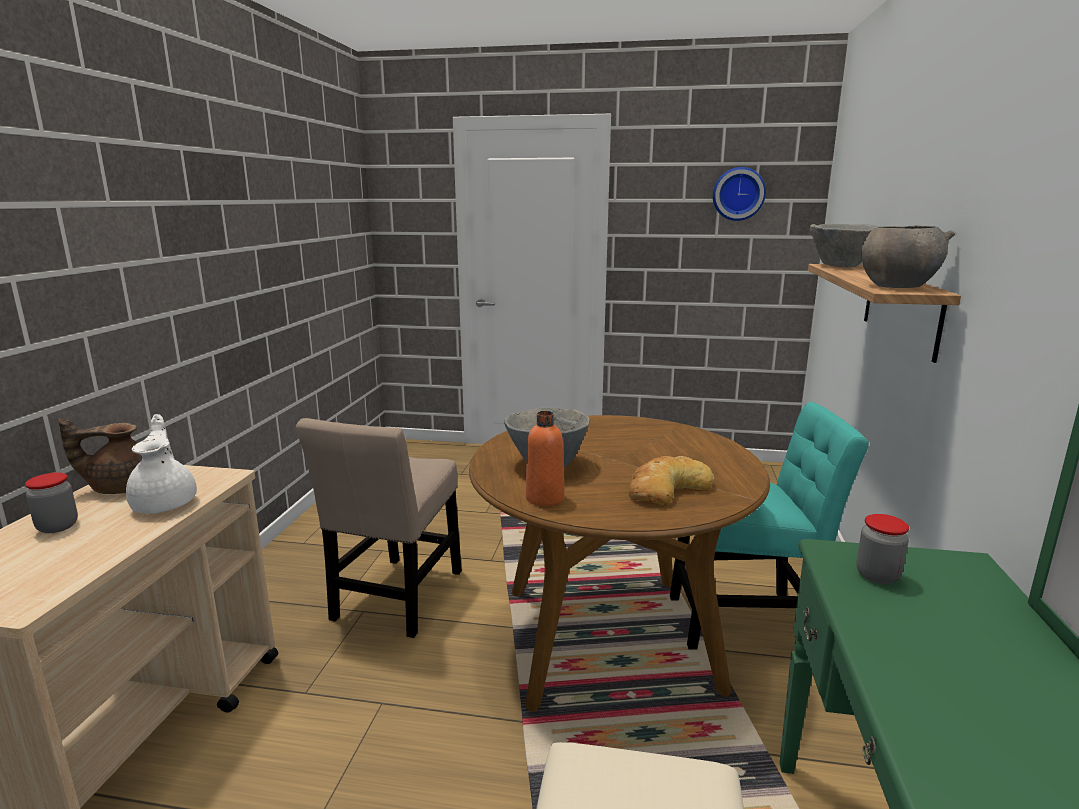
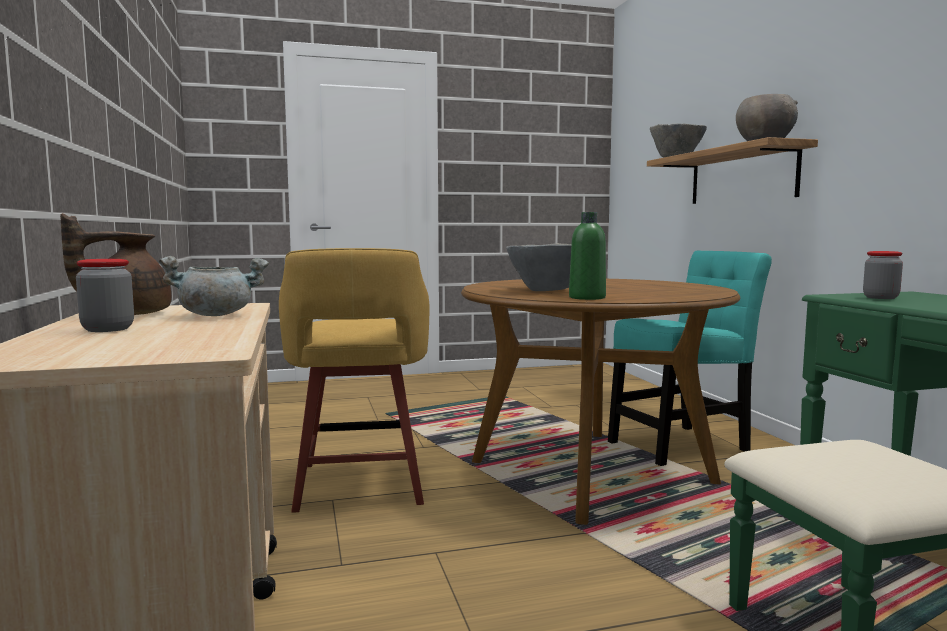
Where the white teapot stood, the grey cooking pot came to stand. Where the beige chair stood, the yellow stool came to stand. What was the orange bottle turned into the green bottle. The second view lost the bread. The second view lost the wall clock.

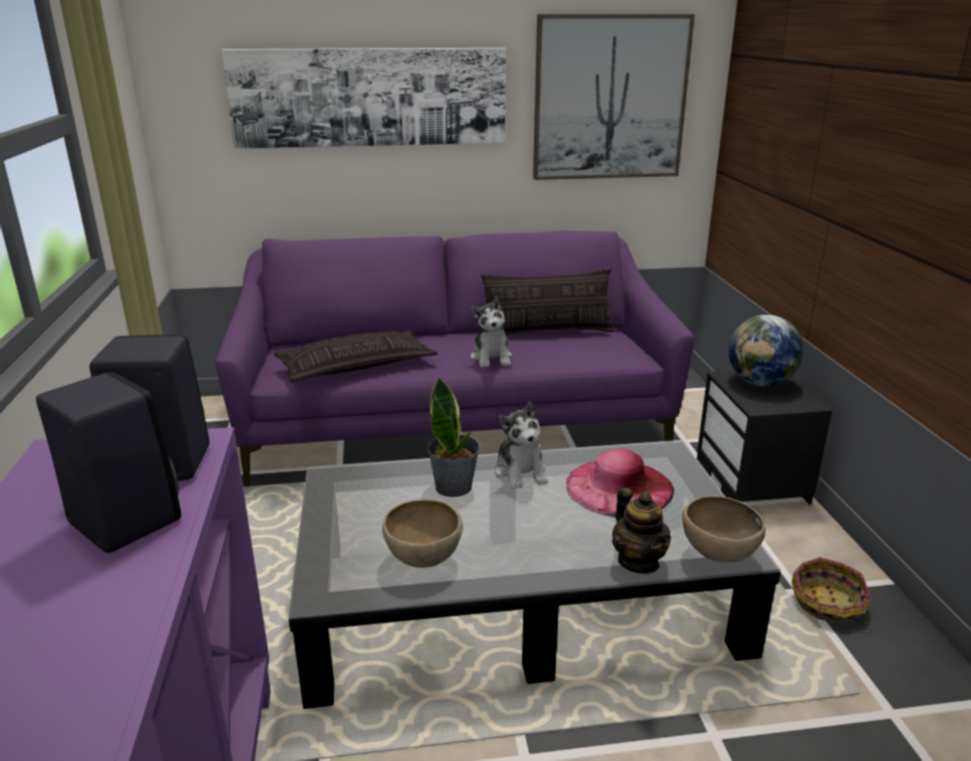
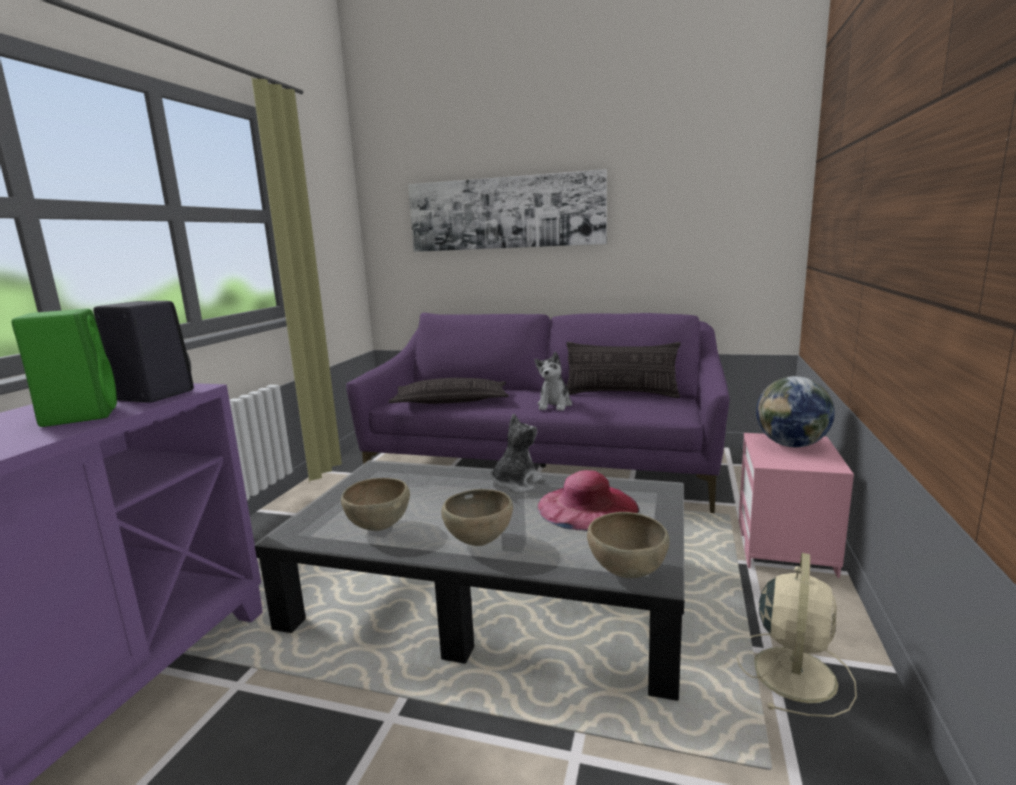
What was the black speaker (1st from left) turned into the green speaker. The second view gained the brown bowl (2nd from left). The plush toy (2nd from left in the first image) ended up facing another way, 150 degrees counterclockwise from before. Where the basket stood, the beige fan came to stand. What was the black nightstand turned into the pink nightstand. The second view lost the potted plant. The second view lost the picture (2nd from left). The second view lost the teapot.

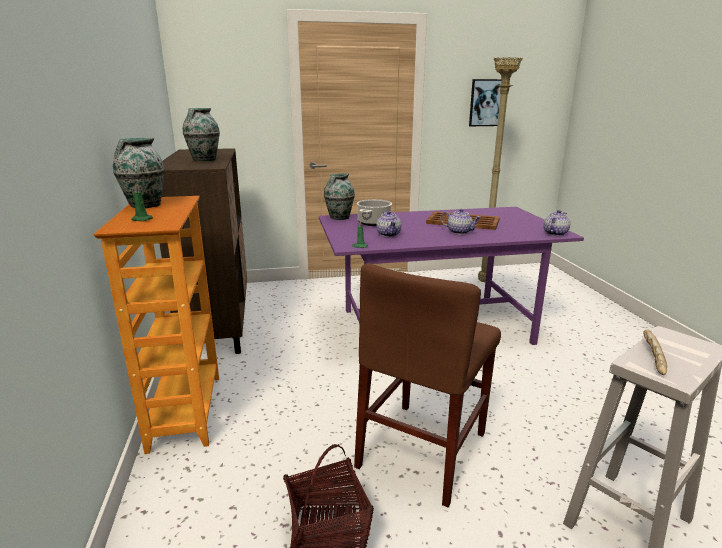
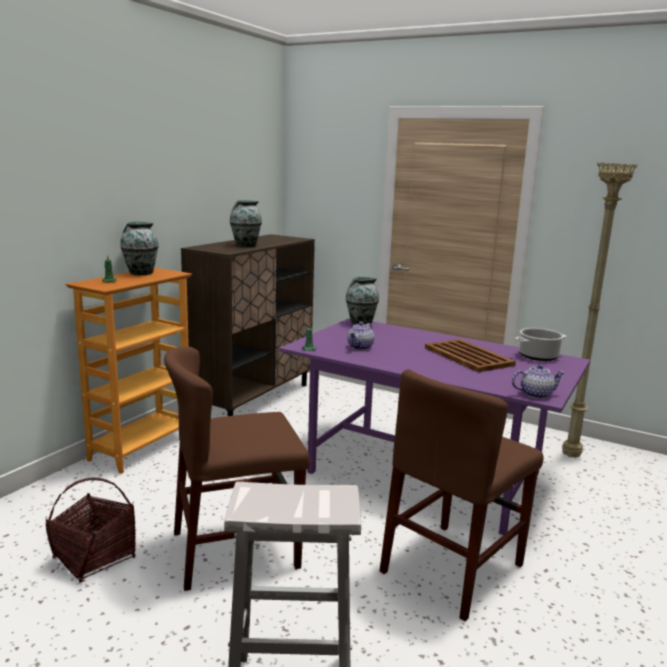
The second view gained the brown chair (2nd from left). The cooking pot ended up elsewhere. The second view lost the teapot (2nd from left). The second view lost the picture. The second view lost the bread.

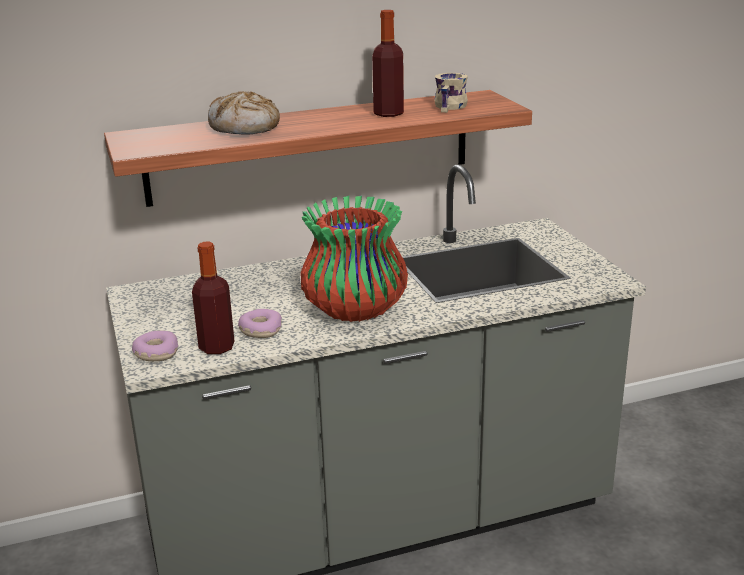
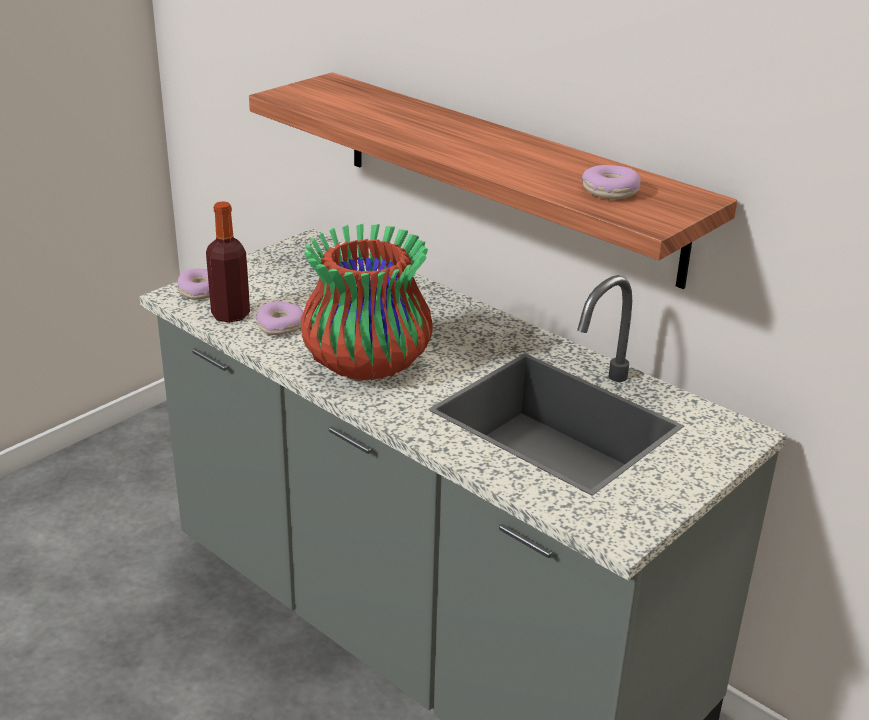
Where the beige mug stood, the donut (3rd from left) came to stand. The second view lost the bread. The second view lost the bottle (2nd from left).

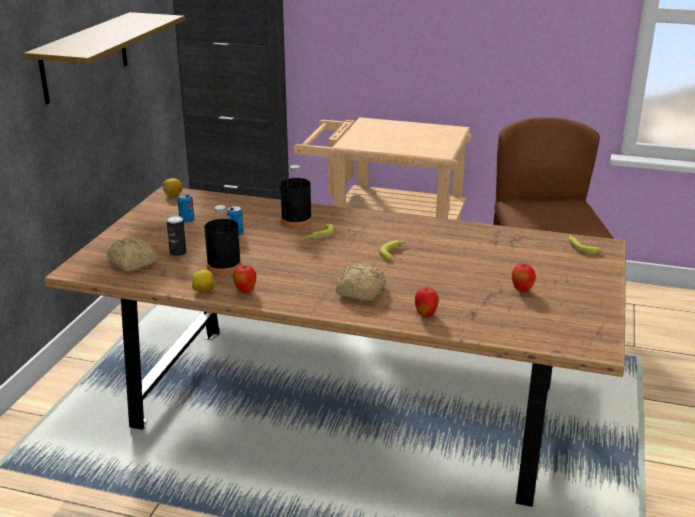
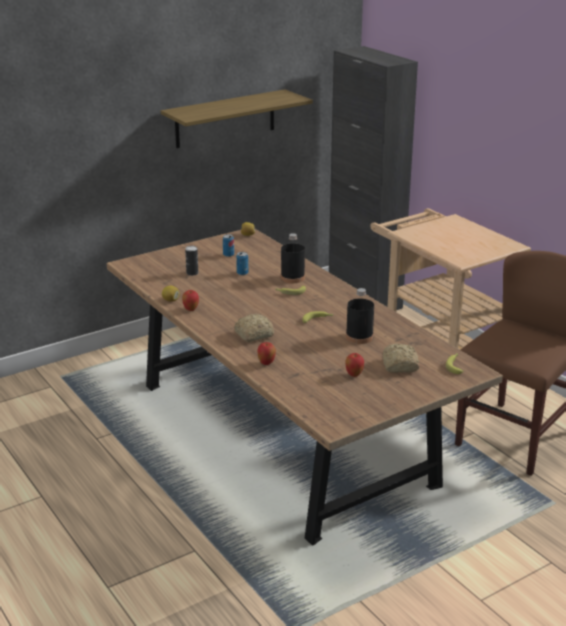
The black bottle (1st from left in the first image) ended up elsewhere. The bread (1st from left in the first image) ended up elsewhere.

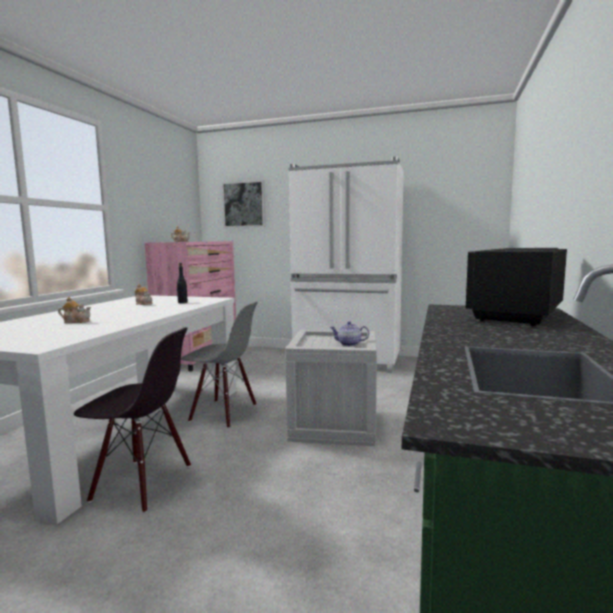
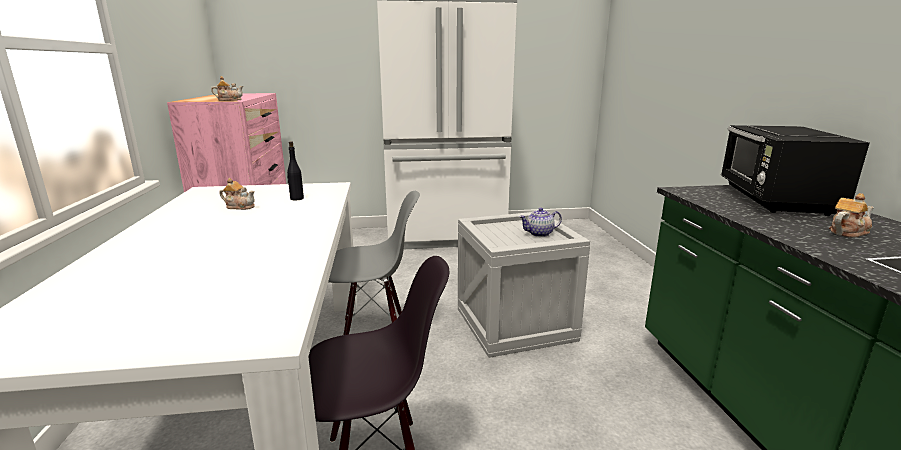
The teapot (1st from left in the first image) ended up elsewhere. The second view lost the picture.

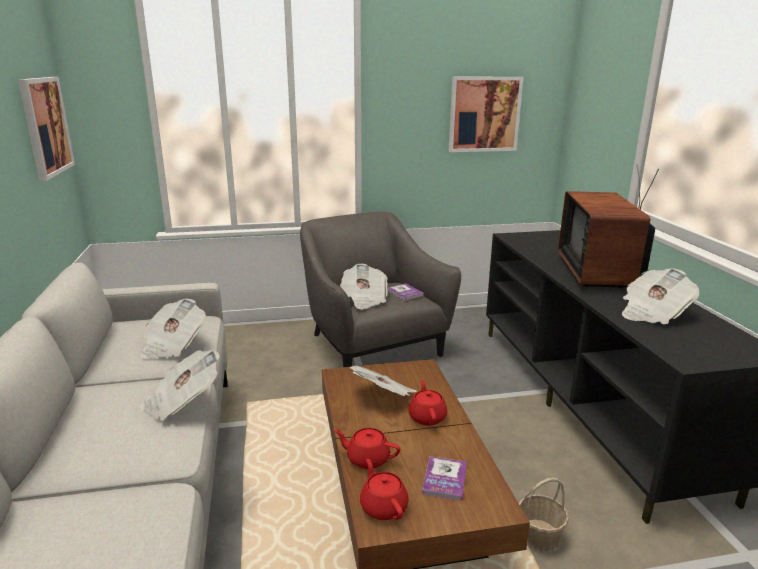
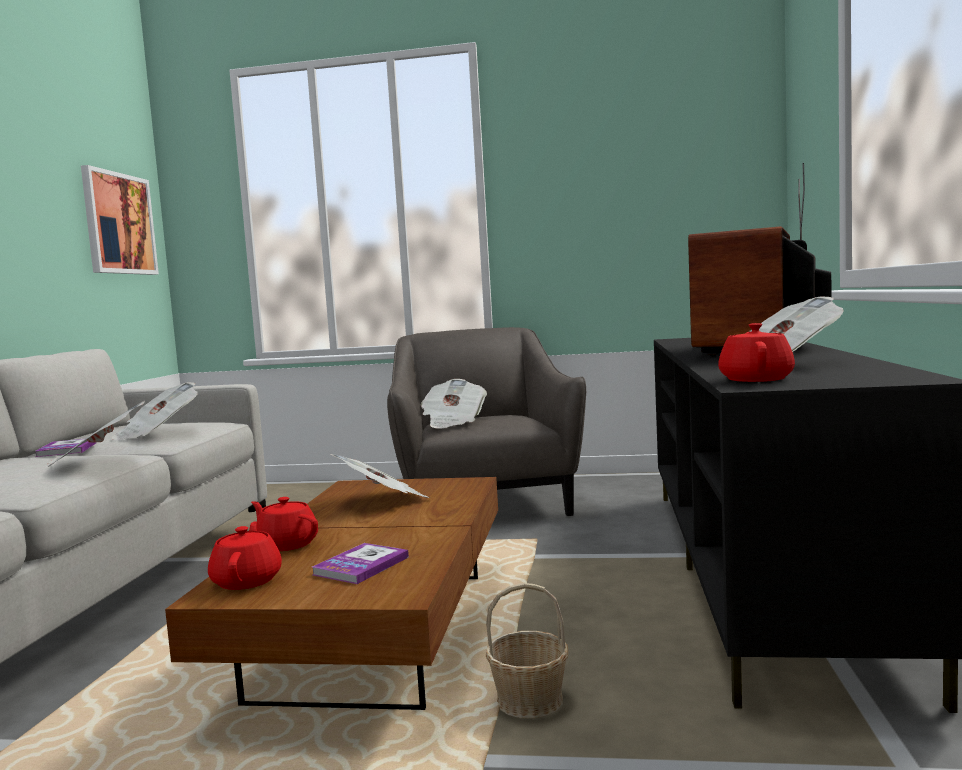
The book (1st from left) ended up elsewhere. The red teapot (3rd from left) ended up elsewhere. The second view lost the picture (2nd from left).

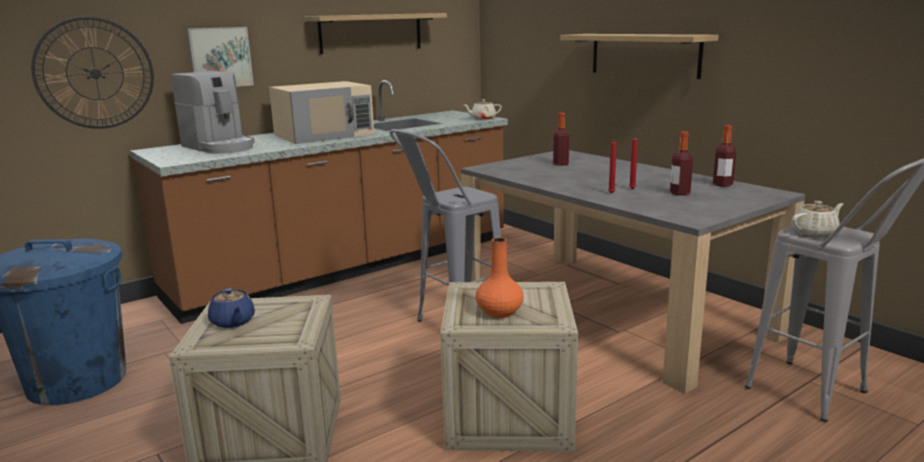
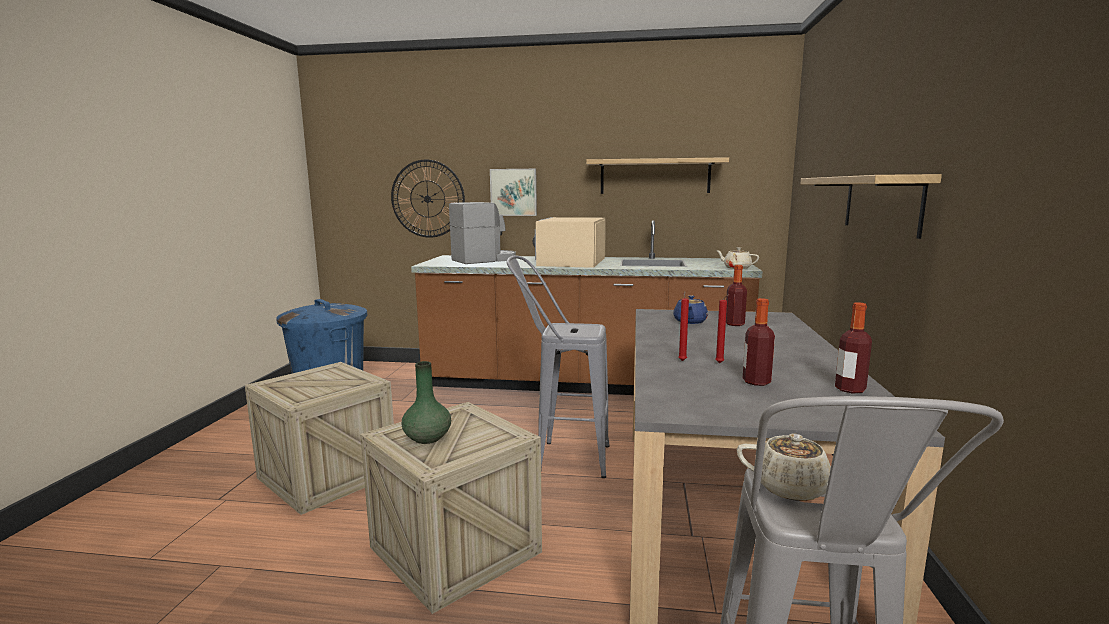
What was the orange vase turned into the green vase. The coffee machine ended up facing another way, 120 degrees counterclockwise from before. The beige microwave ended up facing another way, 90 degrees clockwise from before. The blue teapot ended up elsewhere.

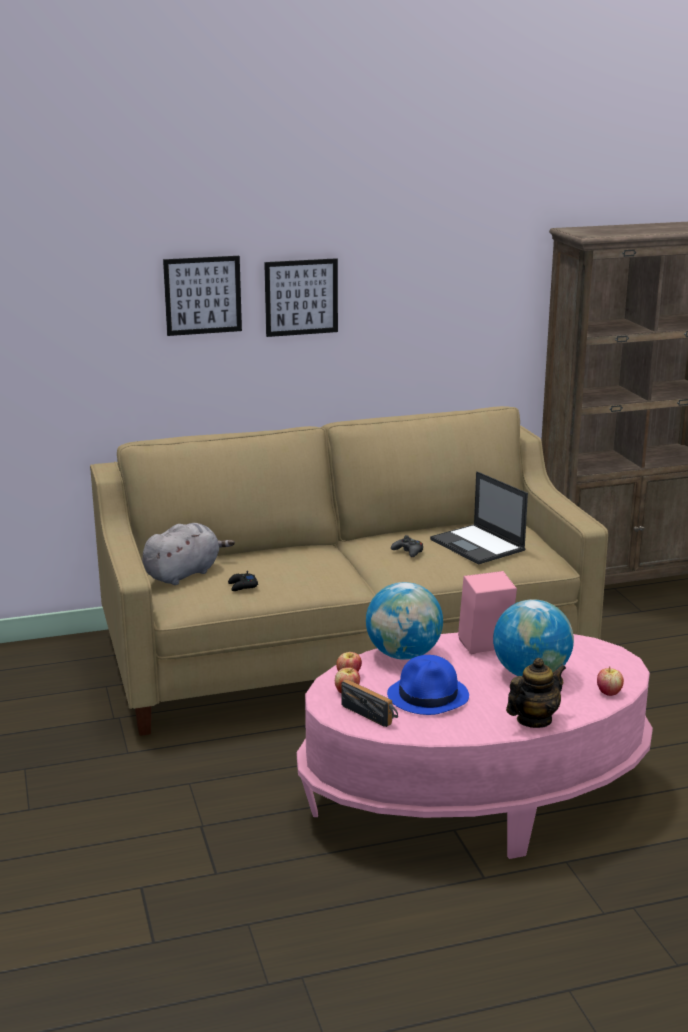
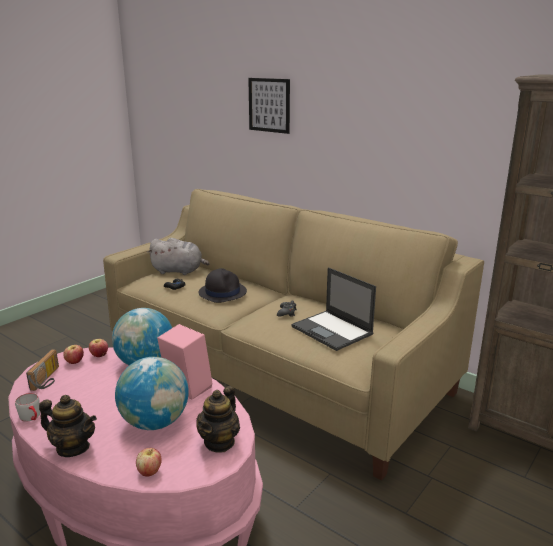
The second view gained the grey mug. The second view gained the teapot (2nd from left). The second view gained the black hat. The laptop ended up facing another way, 60 degrees counterclockwise from before. The second view lost the picture (2nd from left). The second view lost the blue hat.

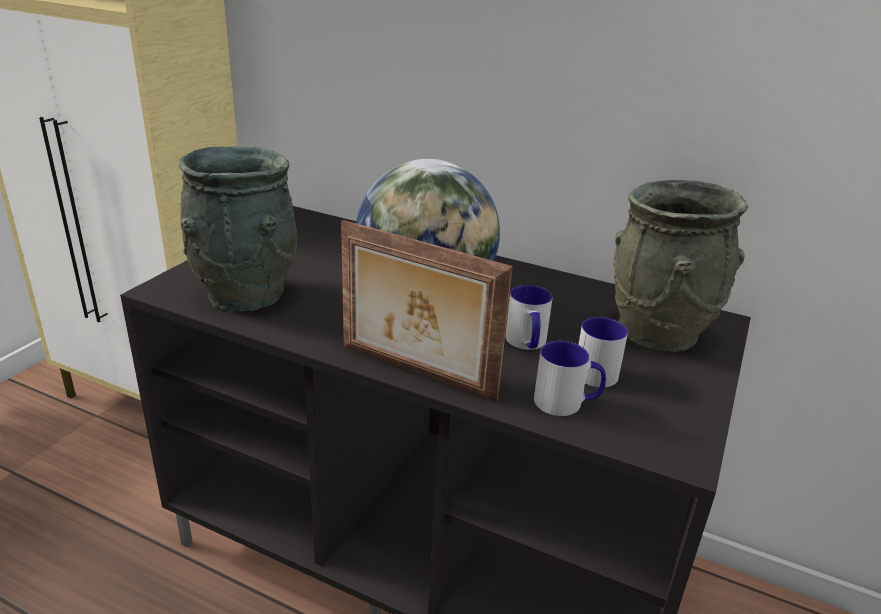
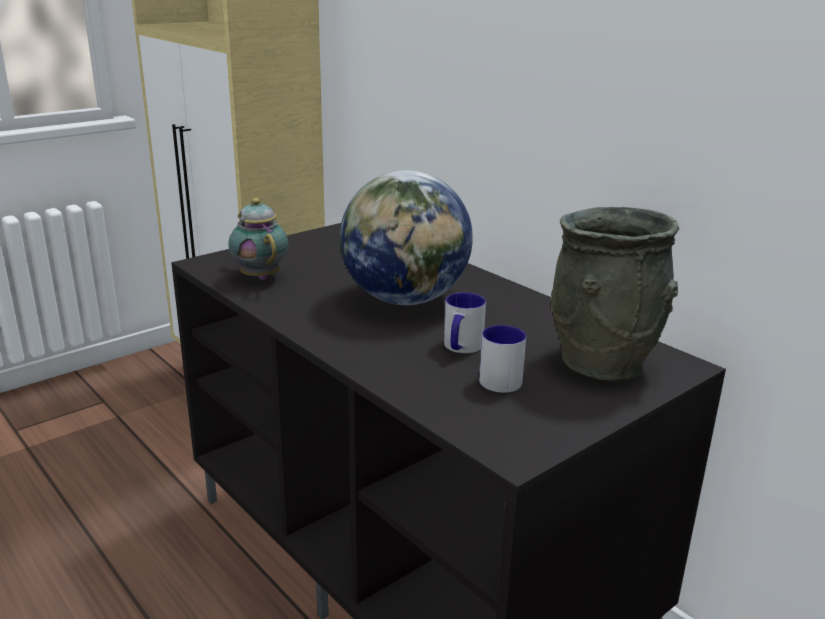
Where the grey vase (1st from left) stood, the teapot came to stand. The second view lost the picture frame. The second view lost the mug (2nd from left).

